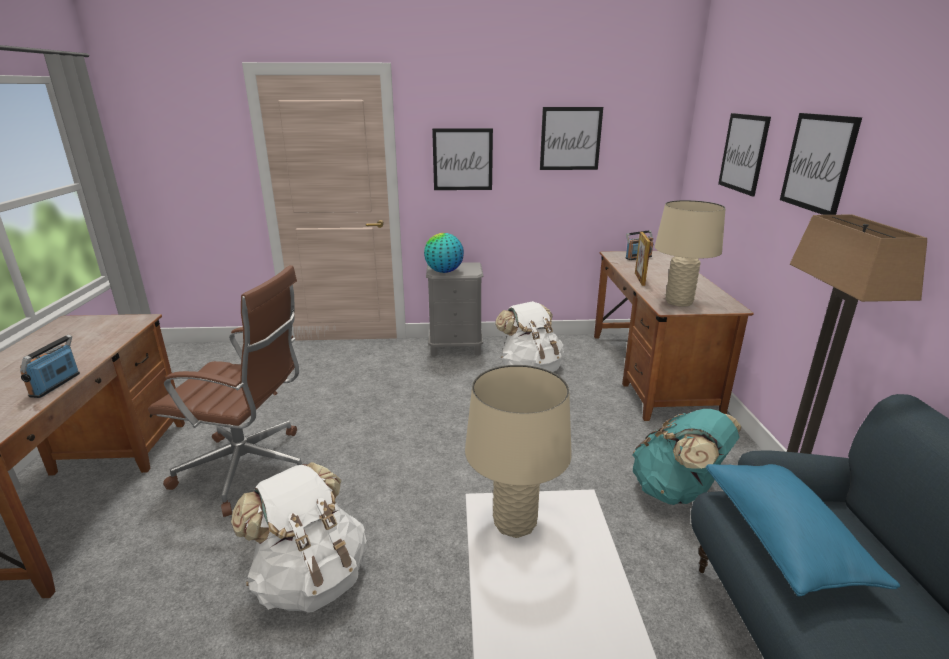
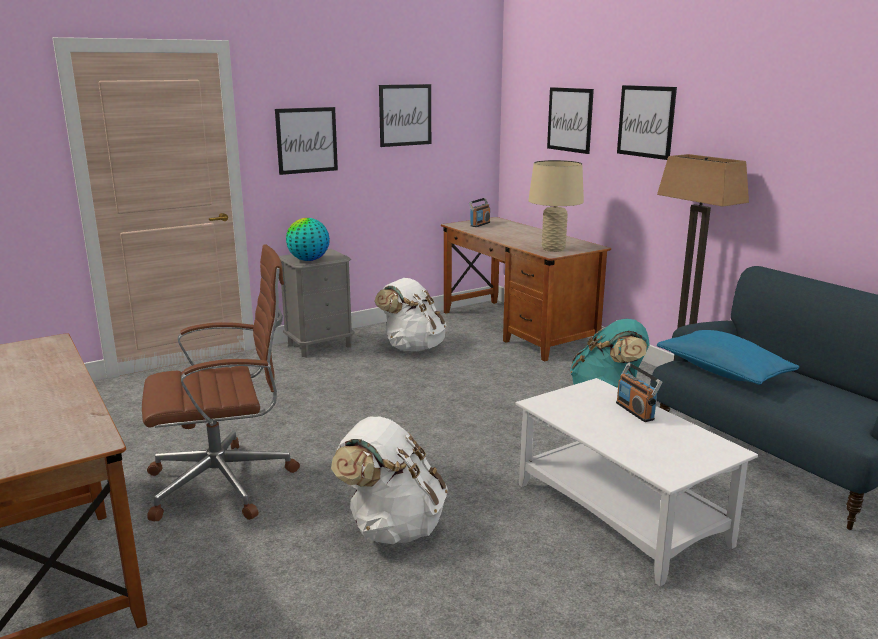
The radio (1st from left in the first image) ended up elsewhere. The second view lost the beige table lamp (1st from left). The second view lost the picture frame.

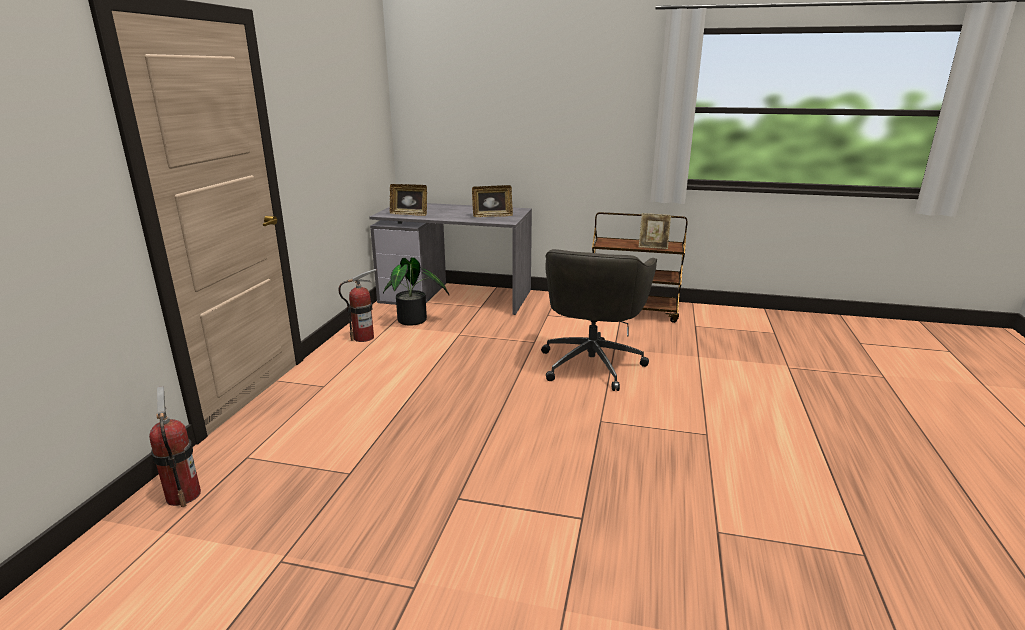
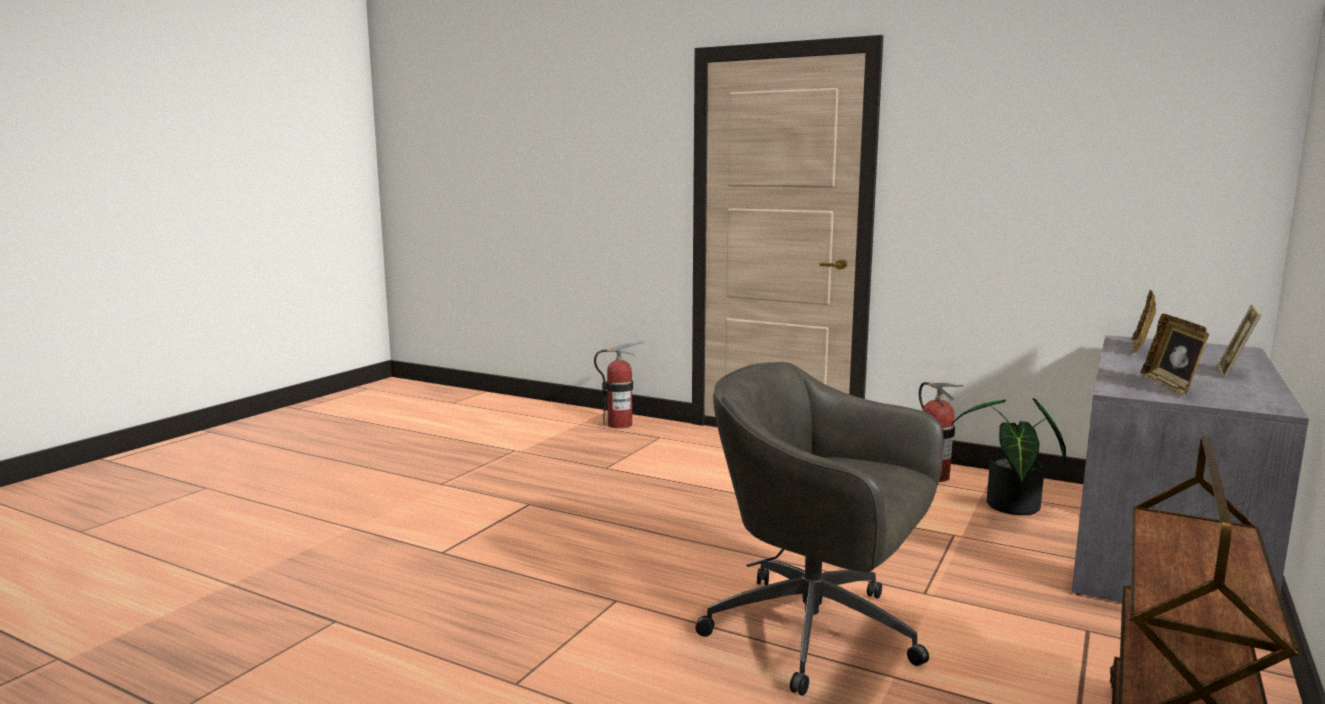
The picture frame (3rd from left) ended up elsewhere.

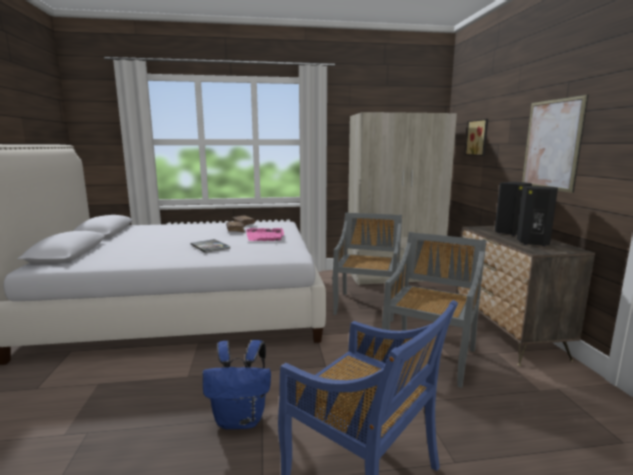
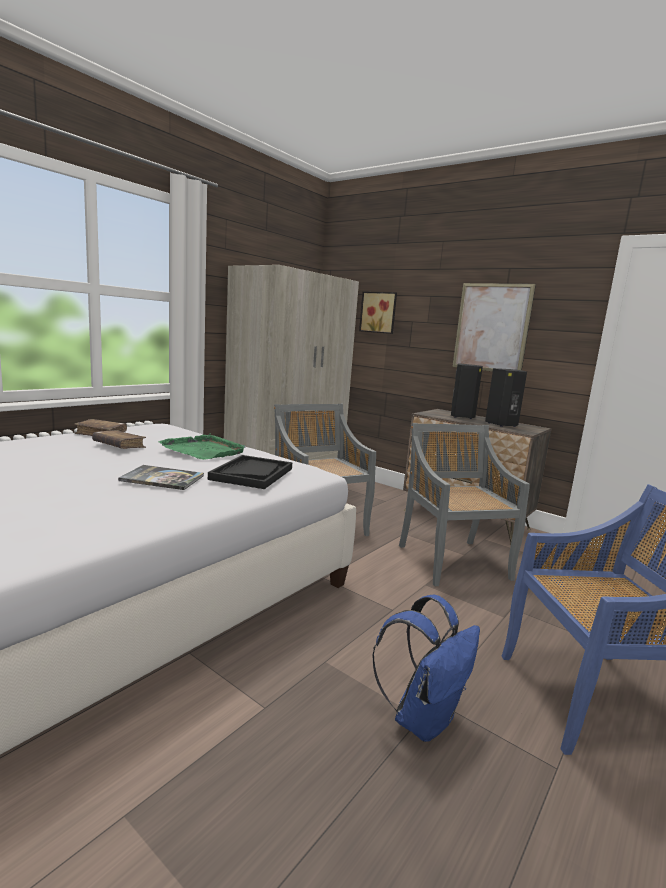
What was the pink tray turned into the green tray. The second view gained the black tray.

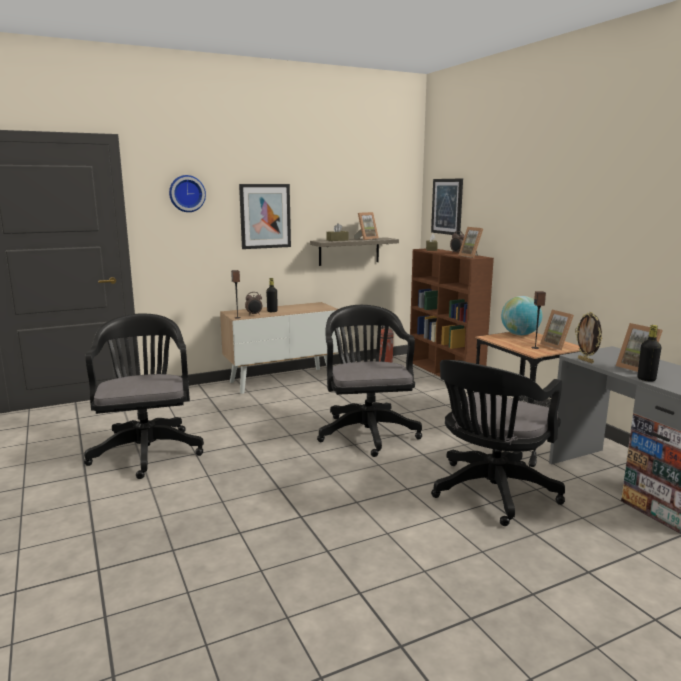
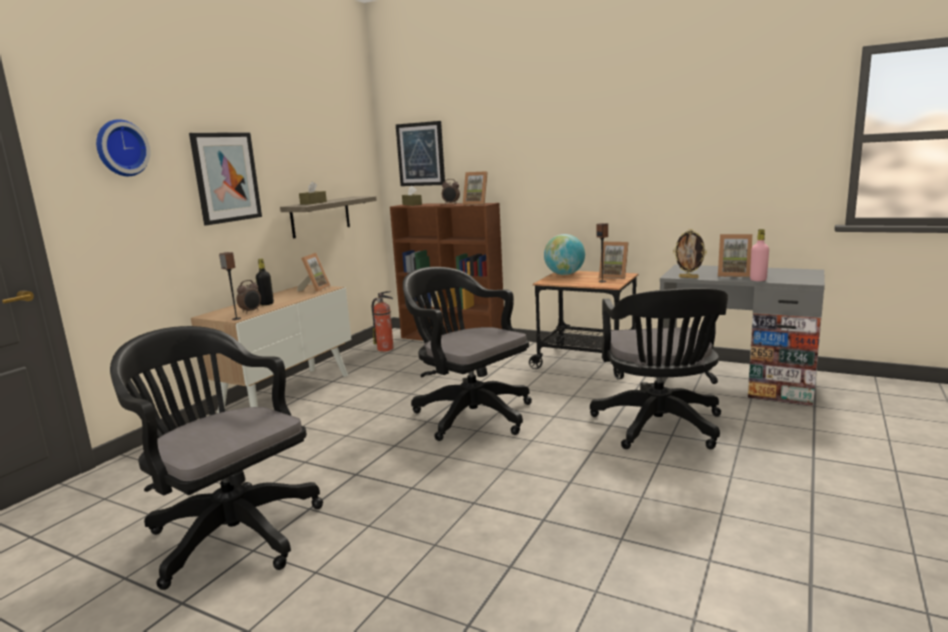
The picture frame (1st from left) ended up elsewhere. What was the black bottle (2nd from left) turned into the pink bottle.

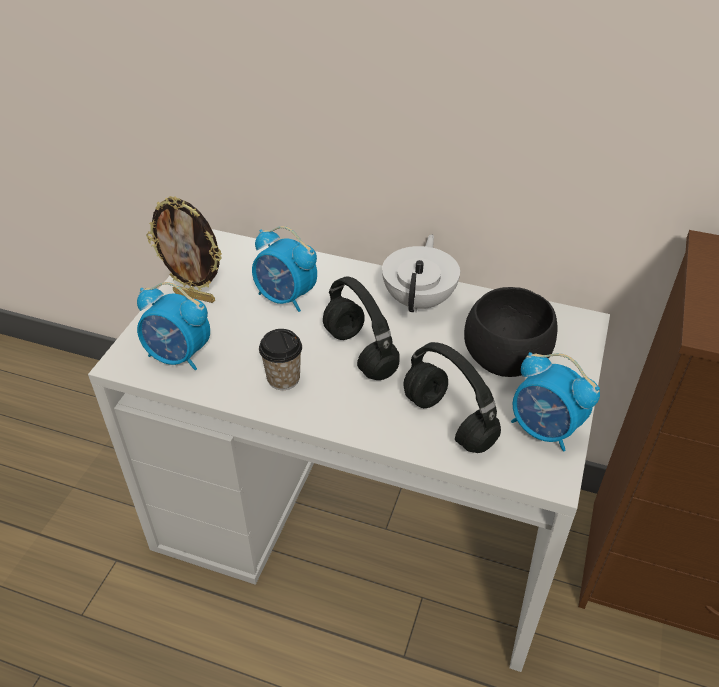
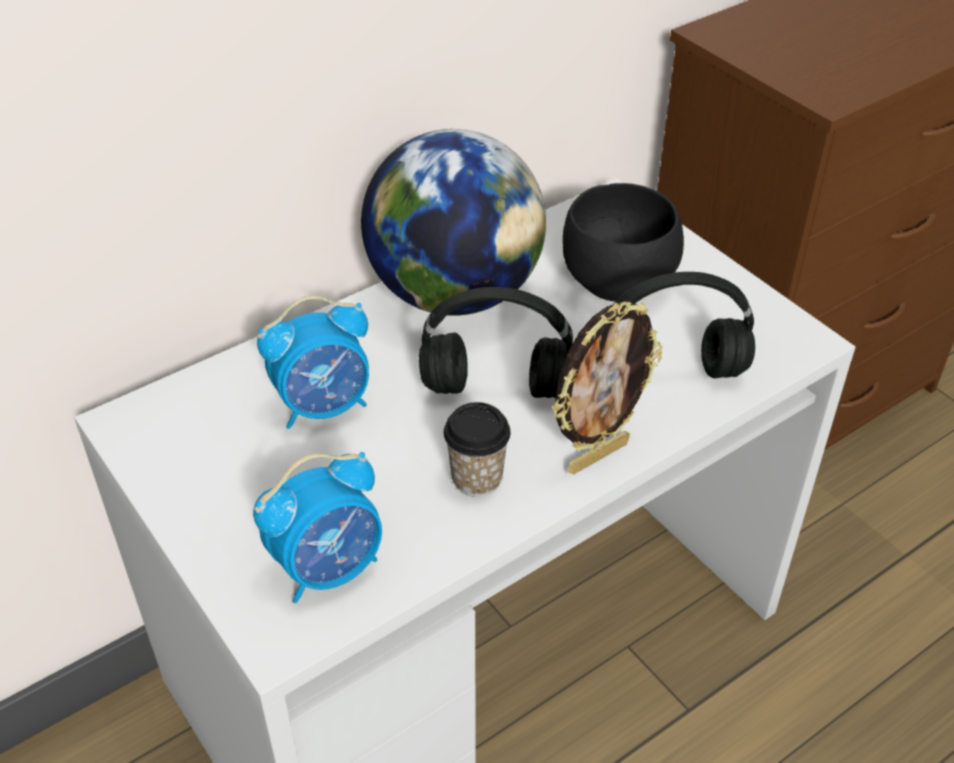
Where the white teapot stood, the globe came to stand. The picture frame ended up elsewhere. The second view lost the alarm clock (3rd from left).

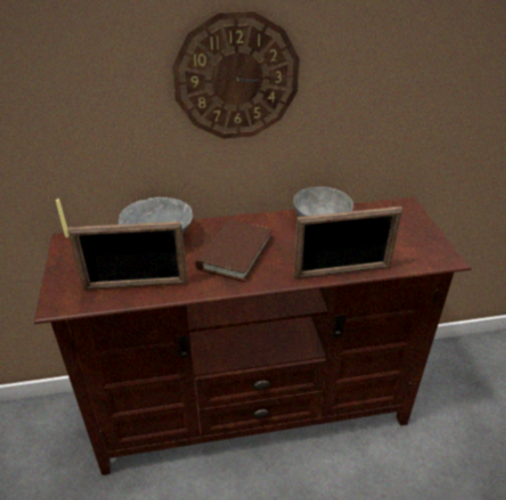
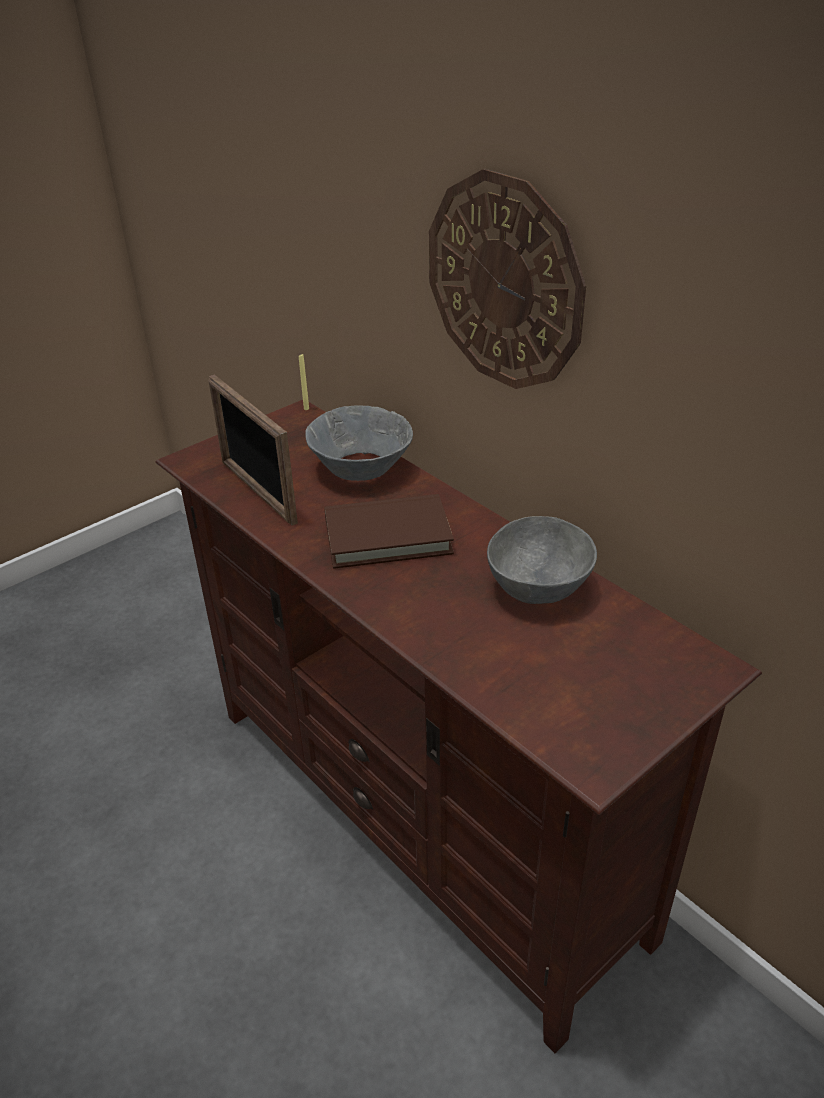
The second view lost the picture frame (2nd from left).

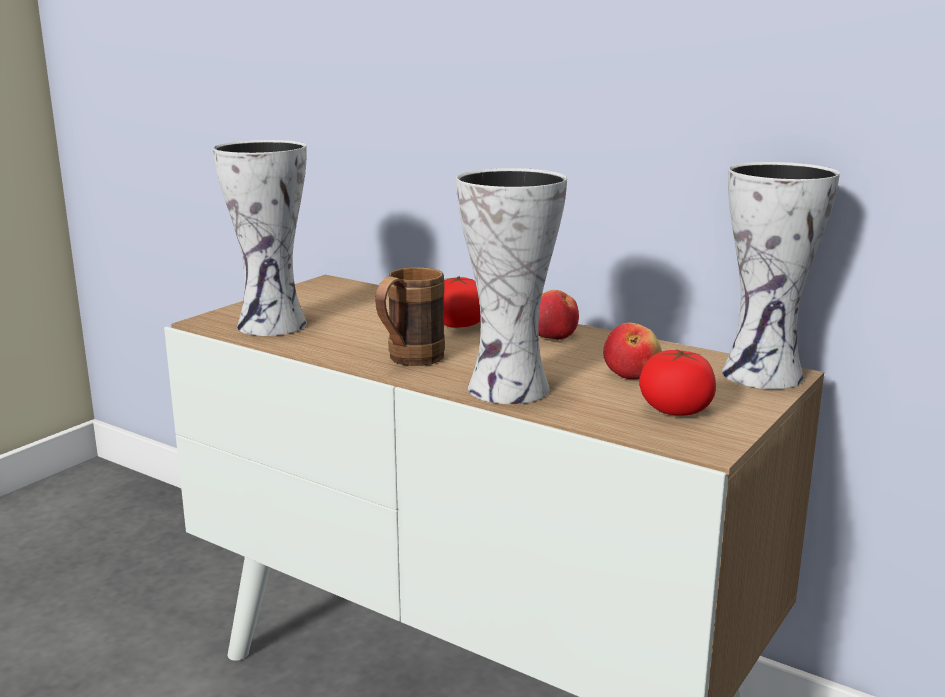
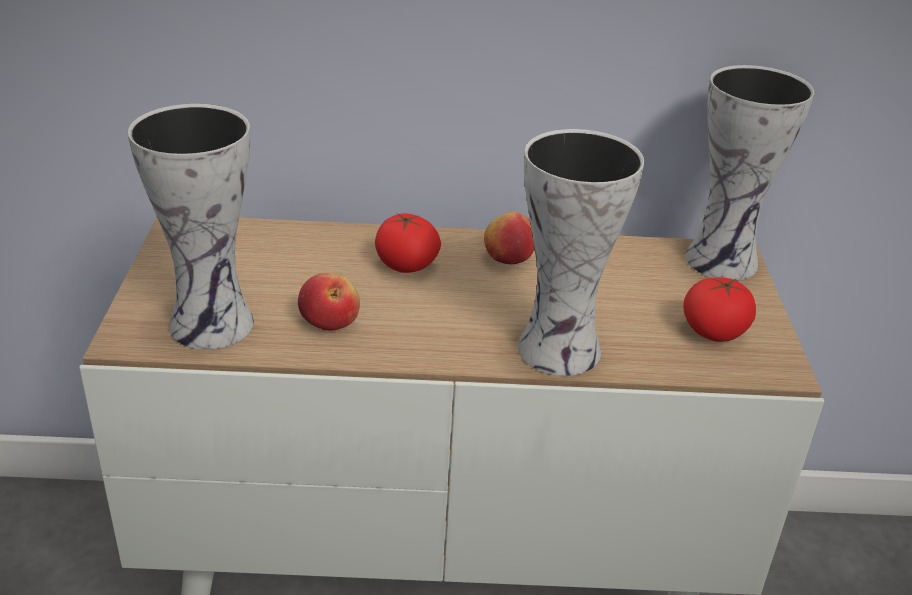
The apple (2nd from left in the first image) ended up elsewhere. The second view lost the brown mug.

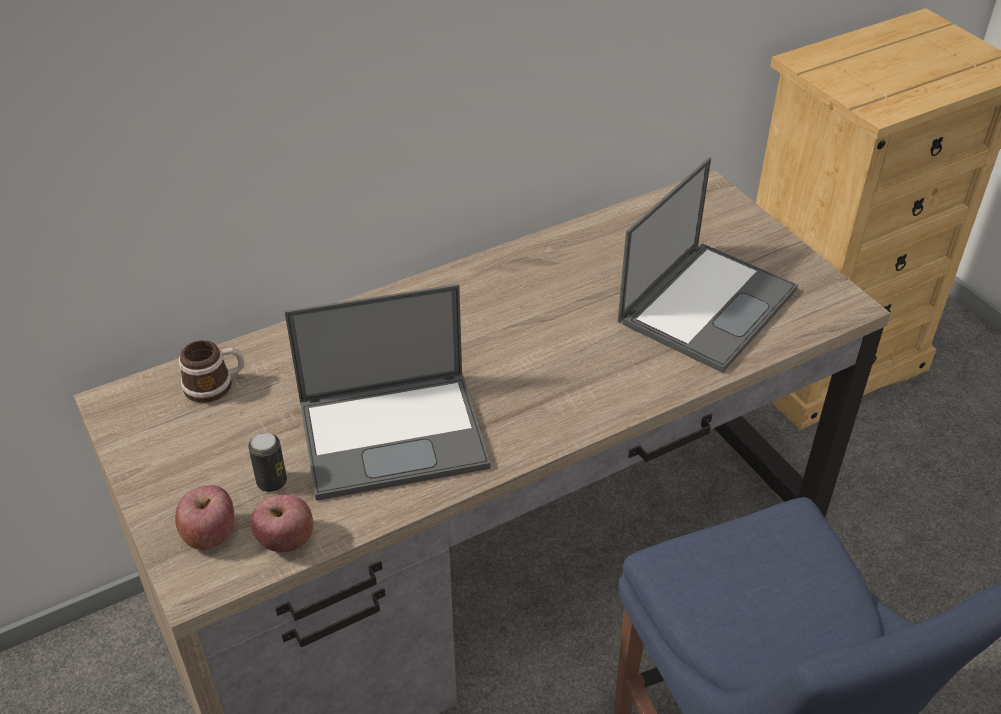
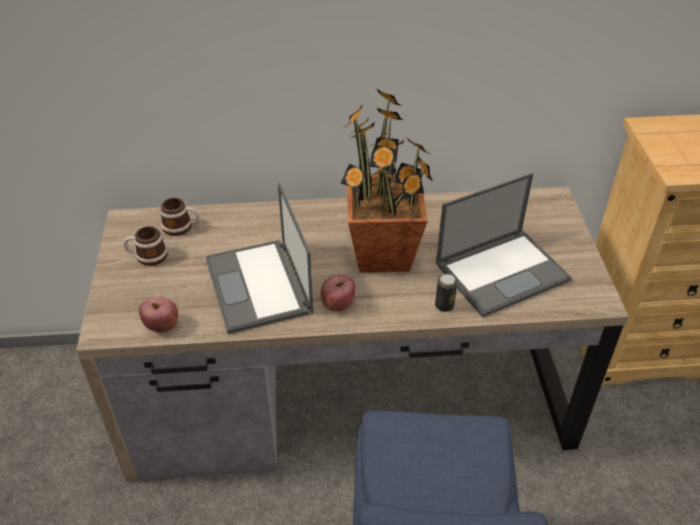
The second view gained the mug (1st from left). The laptop (1st from left) ended up facing another way, 60 degrees clockwise from before. The apple (1st from left in the first image) ended up elsewhere. The second view gained the potted plant. The can ended up elsewhere.

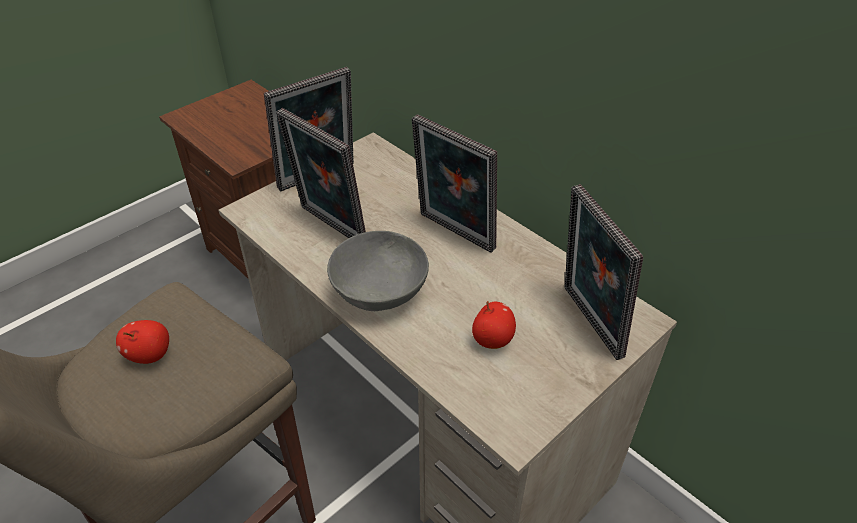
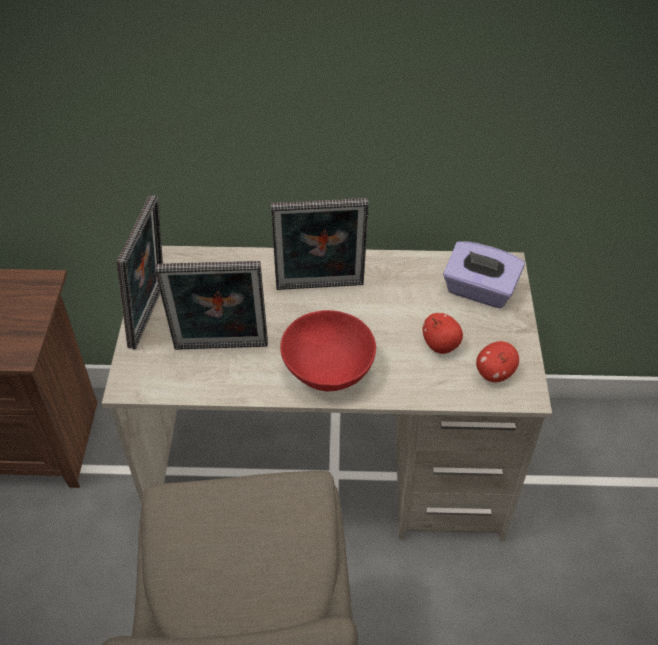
What was the grey bowl turned into the red bowl. Where the picture frame (4th from left) stood, the purple tissue box came to stand. The apple (1st from left in the first image) ended up elsewhere.

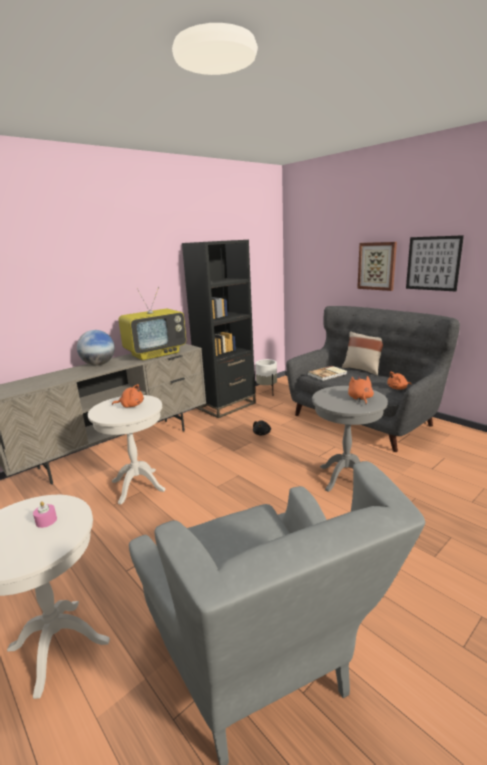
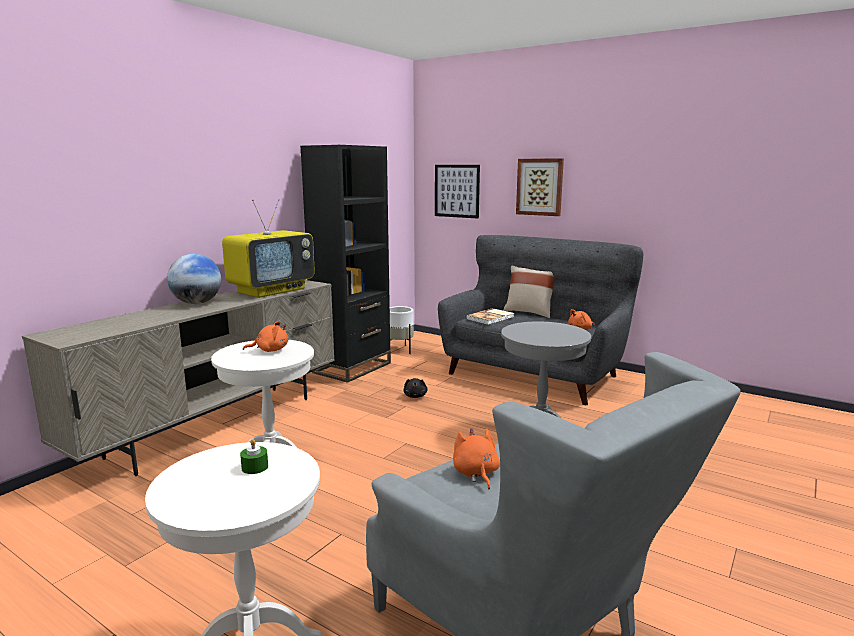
What was the pink candle turned into the green candle. The picture (2nd from left in the first image) ended up elsewhere. The orange plush toy (2nd from left) ended up elsewhere.

